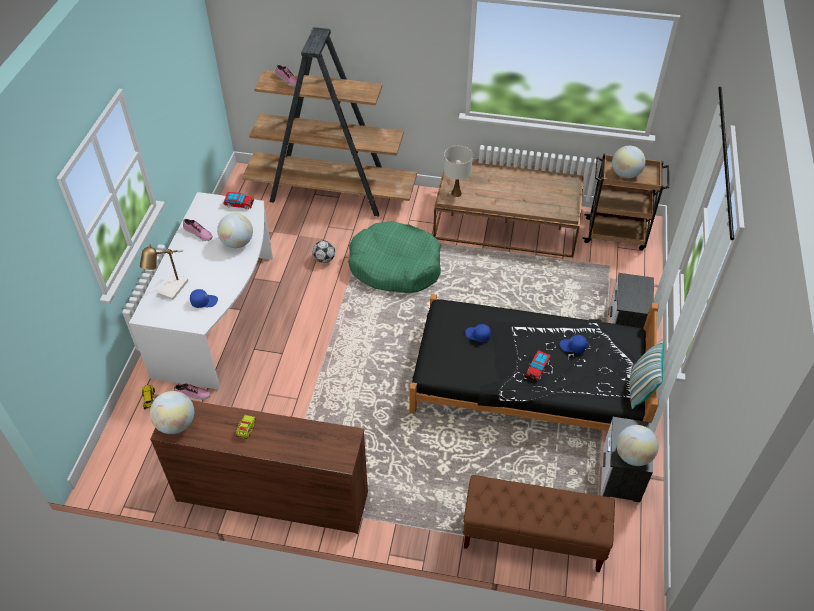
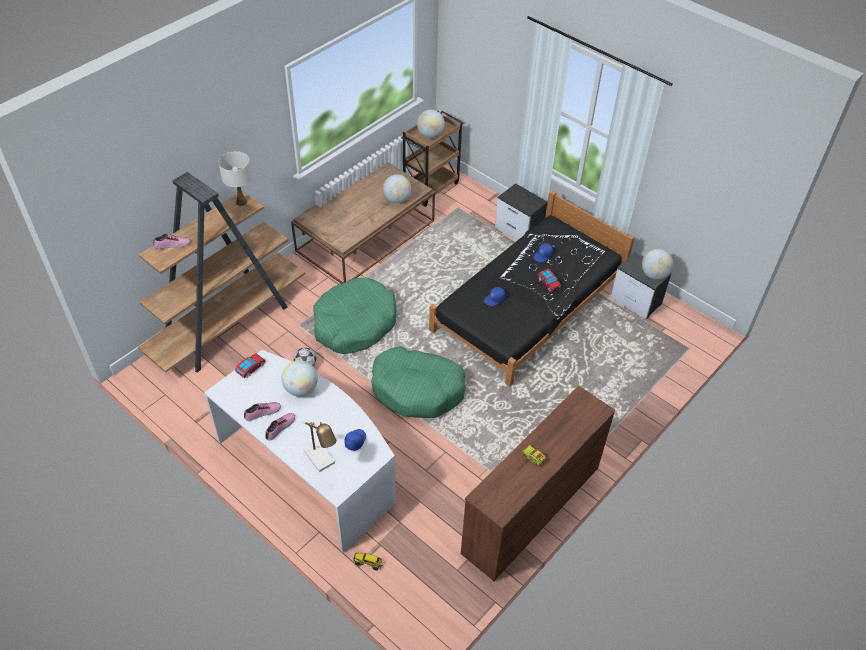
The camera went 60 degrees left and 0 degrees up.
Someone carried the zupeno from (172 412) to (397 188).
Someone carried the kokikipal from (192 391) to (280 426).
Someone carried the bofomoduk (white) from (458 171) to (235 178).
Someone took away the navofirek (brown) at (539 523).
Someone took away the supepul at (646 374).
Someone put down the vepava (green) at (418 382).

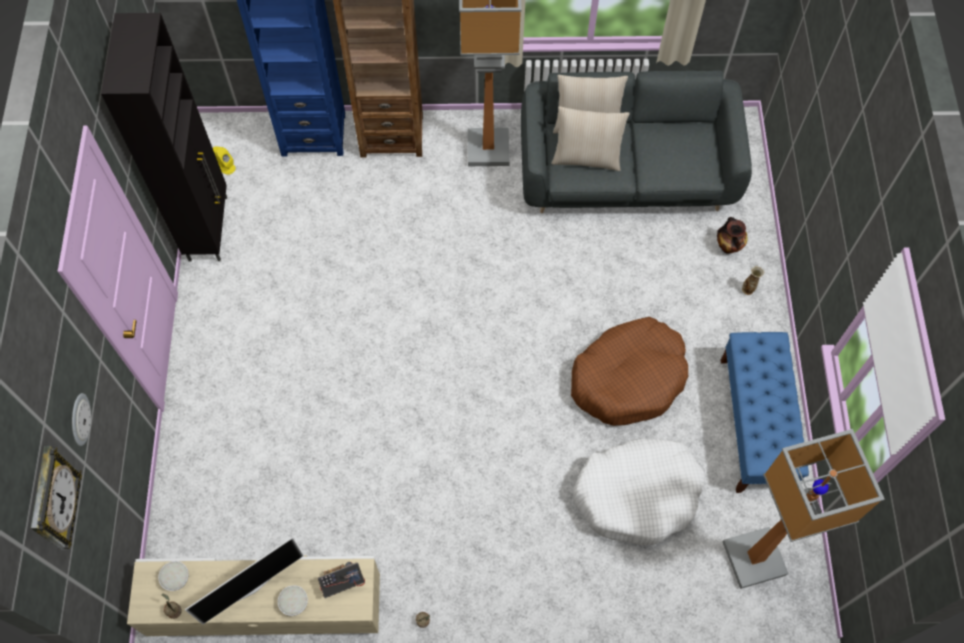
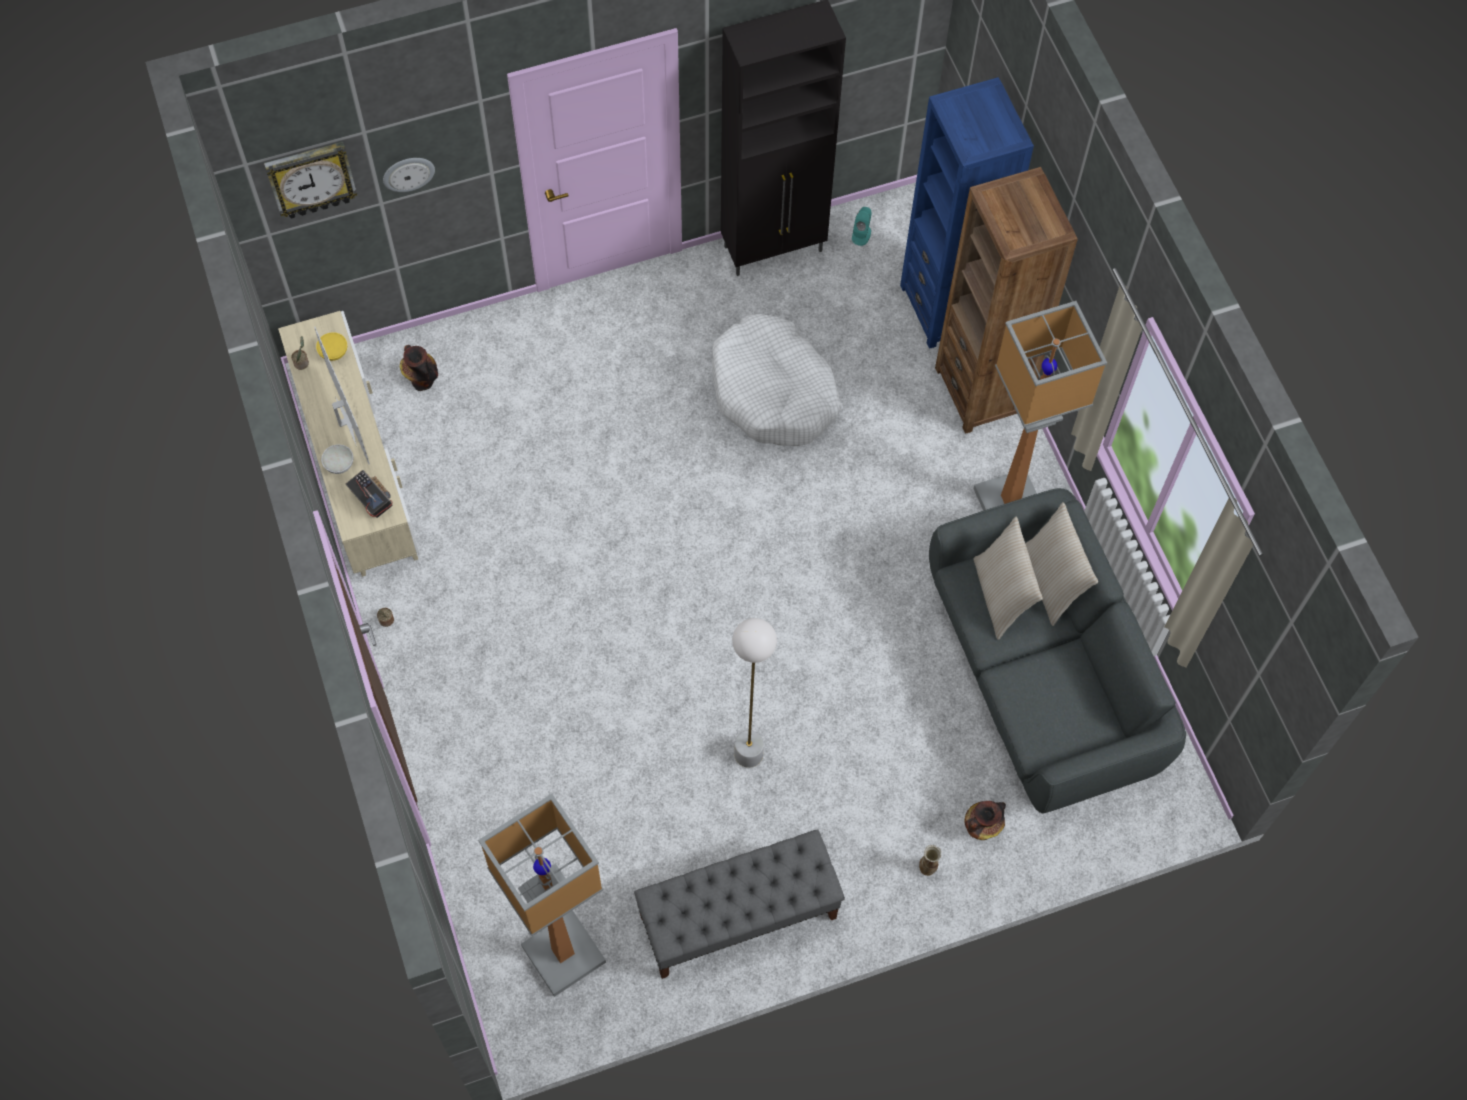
The camera went 70 degrees right and 0 degrees up.
Someone repainted the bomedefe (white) at (173 576), which became the bomedefe (yellow) at (331 346).
Someone rotated the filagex at (244 581) by 150 degrees counterclockwise.
Someone repainted the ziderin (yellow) at (224 160), which became the ziderin (turquoise) at (861 226).
Someone swapped the vepava (brown) at (629 371) for the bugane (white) at (754 693).
Someone carried the vepava (white) from (639 492) to (776 380).
Someone repainted the navofirek (blue) at (765 412), which became the navofirek (grey) at (739 904).
Someone put down the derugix at (419 368).

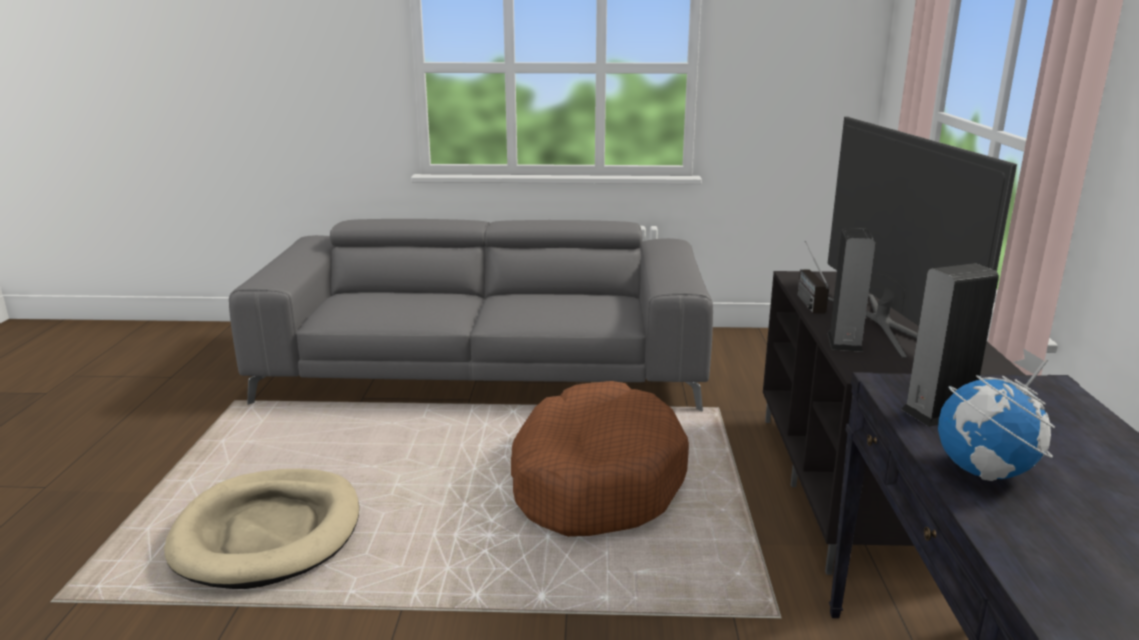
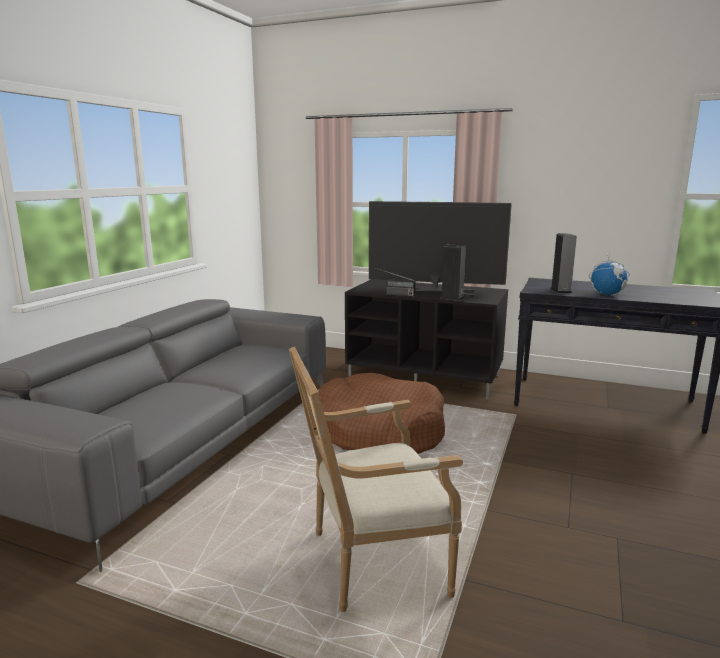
The camera went 70 degrees left and 5 degrees down.
Someone swapped the vepava (beige) at (261 529) for the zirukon at (376 479).

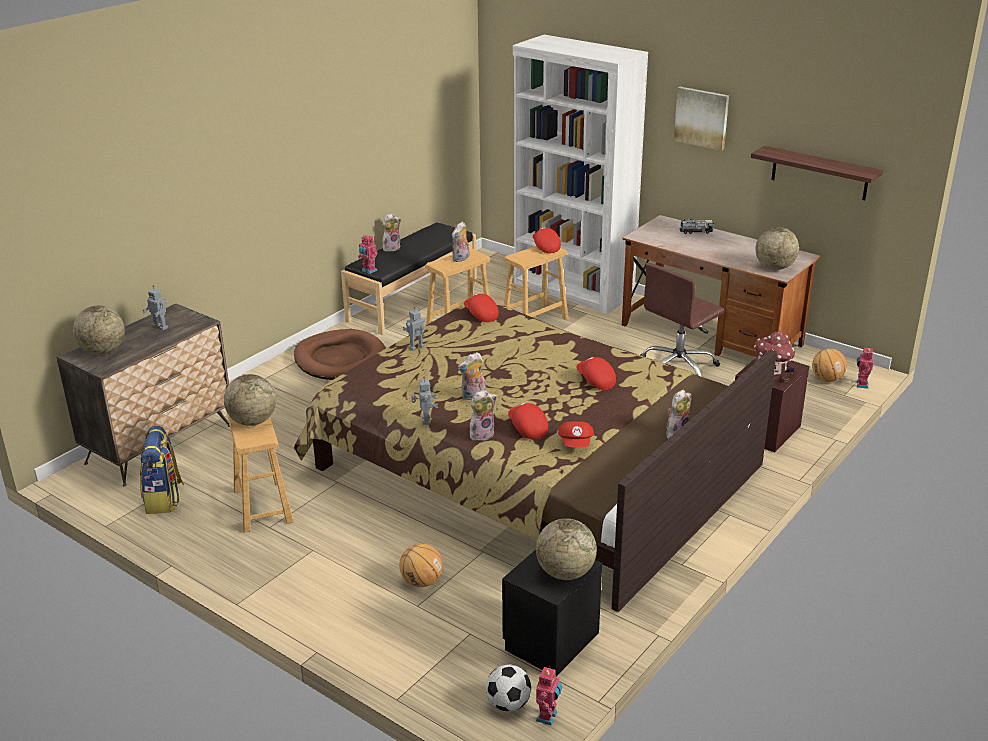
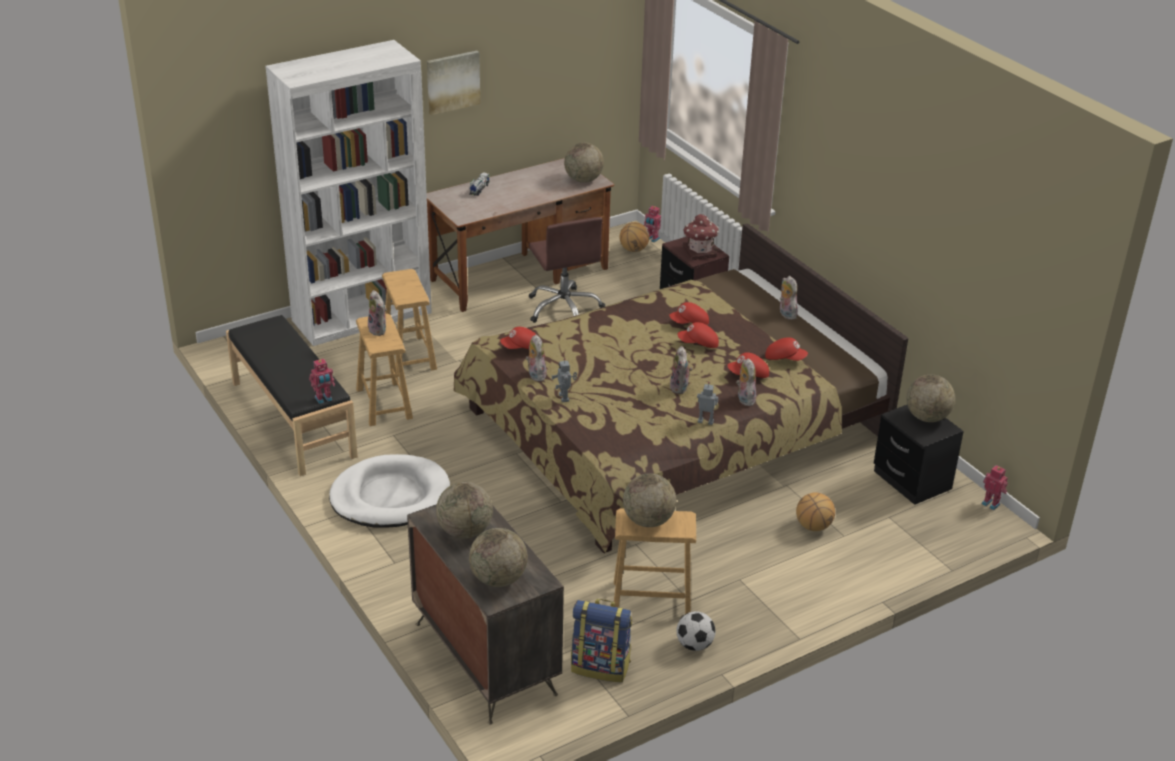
The camera went 70 degrees left and 5 degrees up.
Someone swapped the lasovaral at (155 307) for the zupeno at (464 510).
Someone repainted the vepava (brown) at (340 354), which became the vepava (white) at (389 491).
Someone carried the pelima from (391 232) to (536 358).
Someone carried the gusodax from (508 688) to (695 631).
Someone carried the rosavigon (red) from (547 240) to (698 335).
Someone took away the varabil at (817 173).

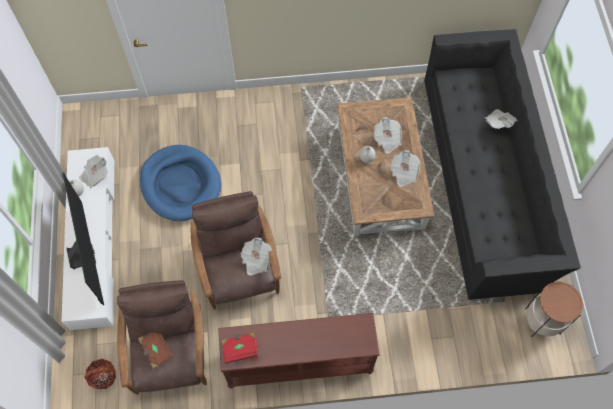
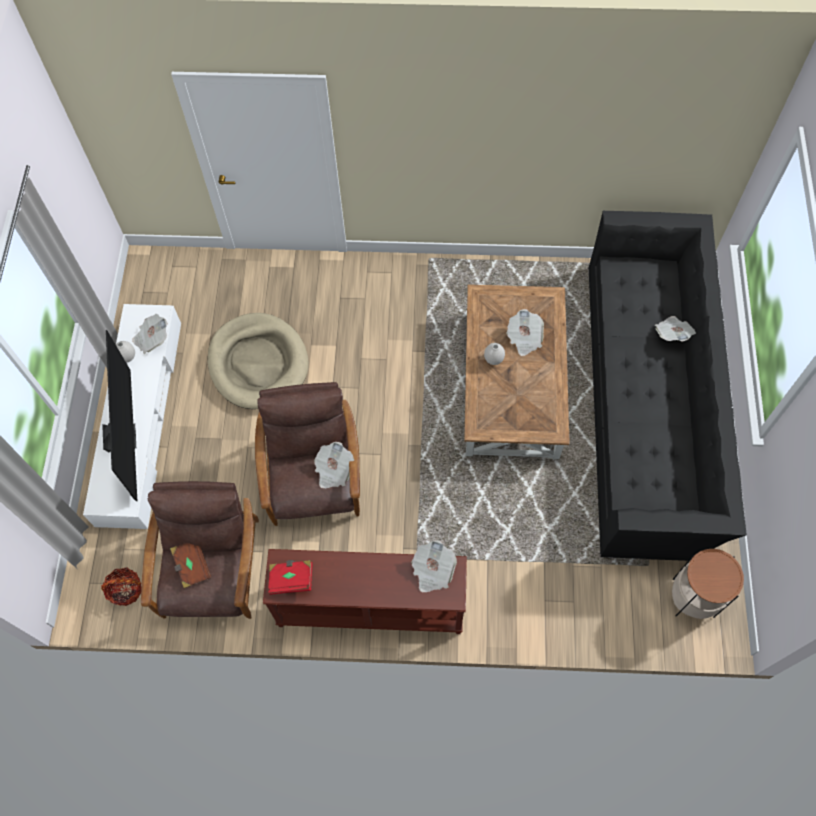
The camera went 10 degrees right and 0 degrees up.
Someone repainted the vepava (blue) at (180 183), which became the vepava (beige) at (258 361).
Someone carried the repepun from (405 168) to (434 566).

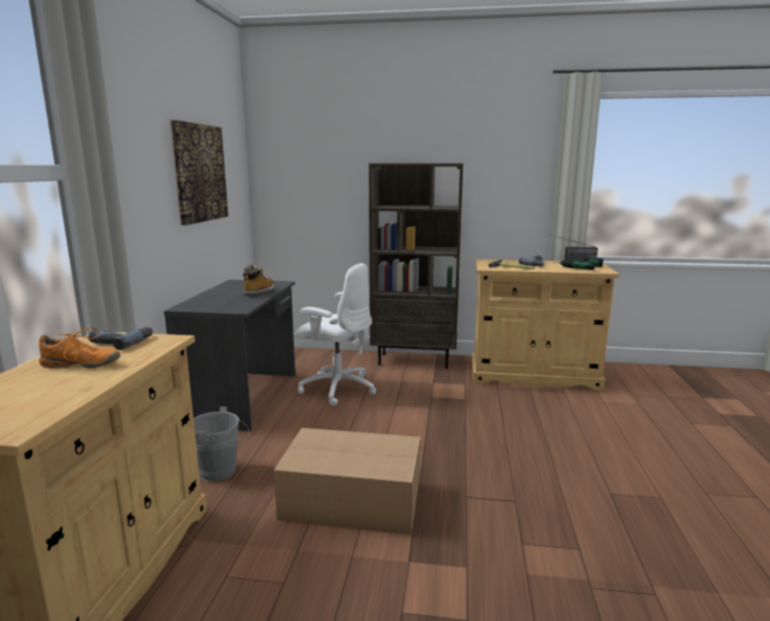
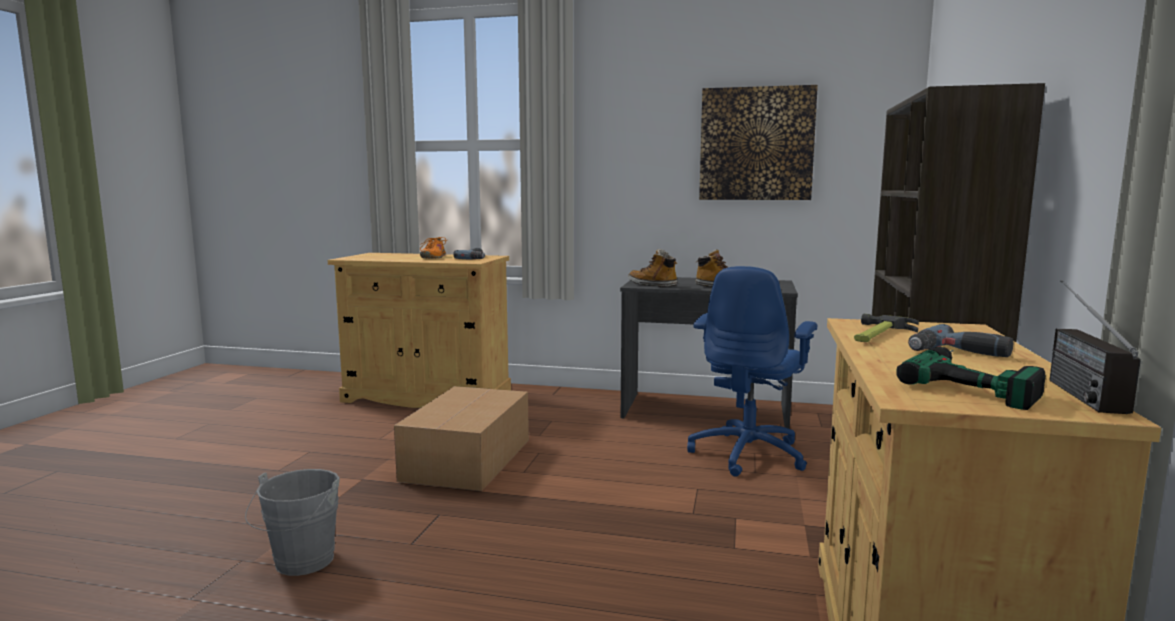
The camera went 95 degrees right and 5 degrees down.
Someone carried the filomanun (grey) from (221 444) to (292 522).
Someone repainted the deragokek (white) at (336 334), which became the deragokek (blue) at (752 371).
Someone put down the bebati at (652 268).

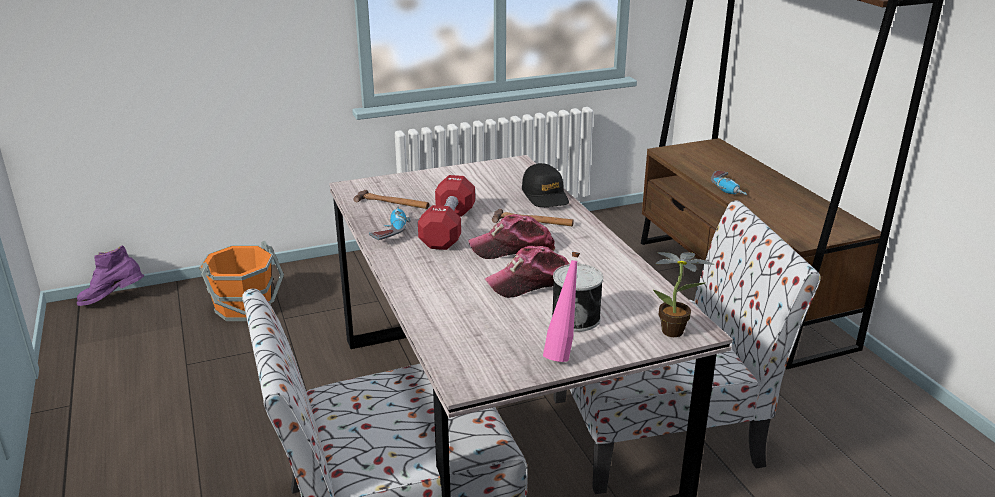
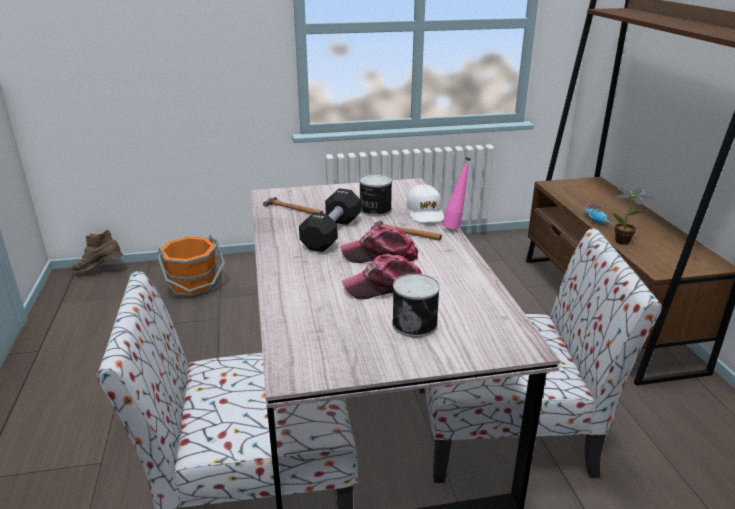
The camera went 10 degrees right and 0 degrees up.
Someone repainted the bebati (purple) at (110 275), which became the bebati (brown) at (97 252).
Someone took away the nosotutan at (389 223).
Someone repainted the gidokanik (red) at (446 212), which became the gidokanik (black) at (330 220).
Someone repainted the rosavigon (black) at (545 185), which became the rosavigon (white) at (425 203).
Someone carried the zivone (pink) from (561 307) to (456 193).
Someone carried the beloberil from (684 294) to (634 216).
Someone put down the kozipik at (375 195).

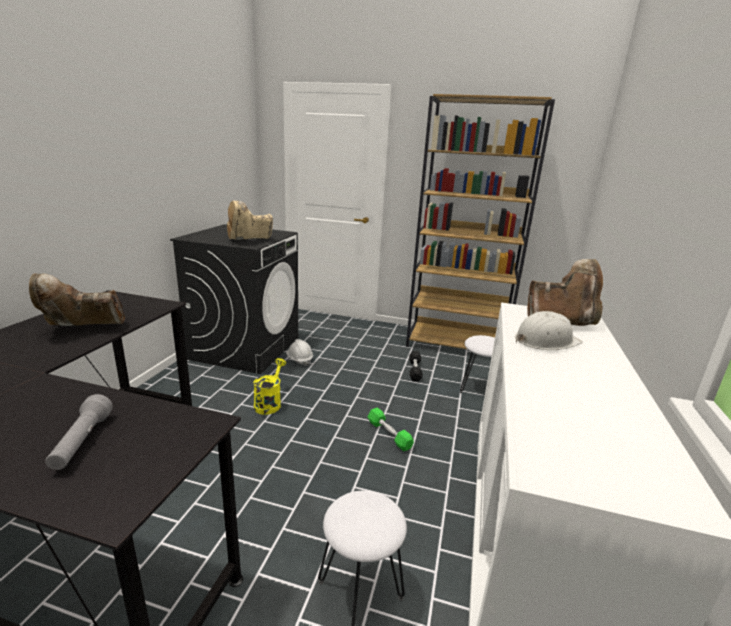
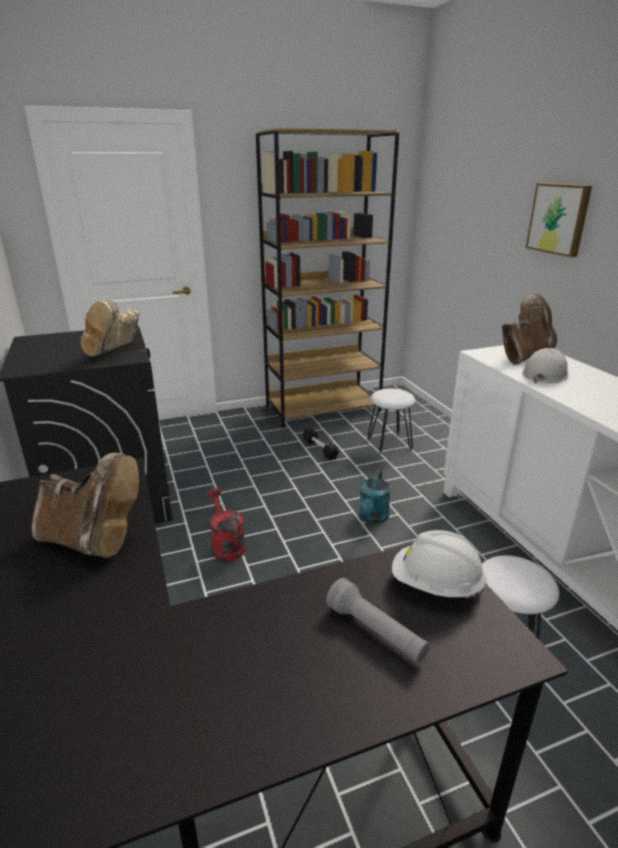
The camera went 35 degrees left and 5 degrees up.
Someone rotated the bebati (brown) at (77 299) by 105 degrees counterclockwise.
Someone repainted the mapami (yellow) at (269 386), which became the mapami (red) at (226 524).
Someone carried the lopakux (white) from (299 352) to (439 564).
Someone swapped the gidokanik (green) at (391 429) for the mapami (turquoise) at (375 497).
Someone put up the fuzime at (559 220).

